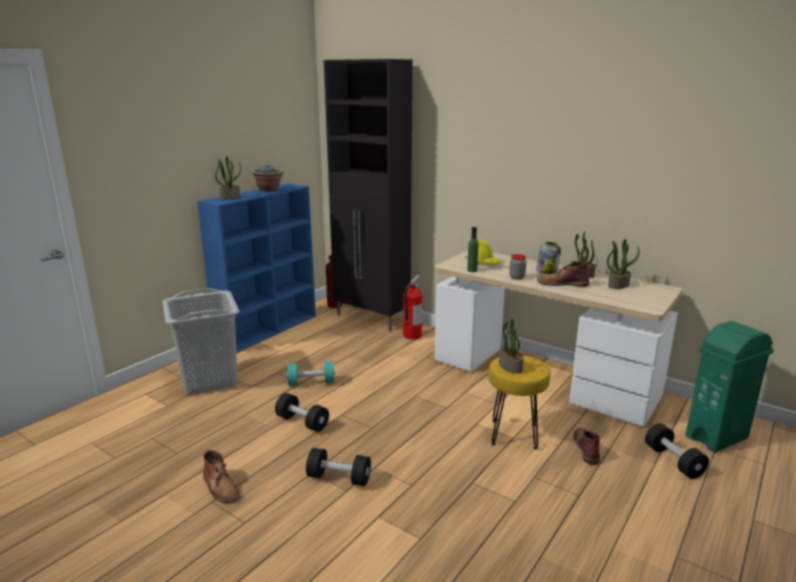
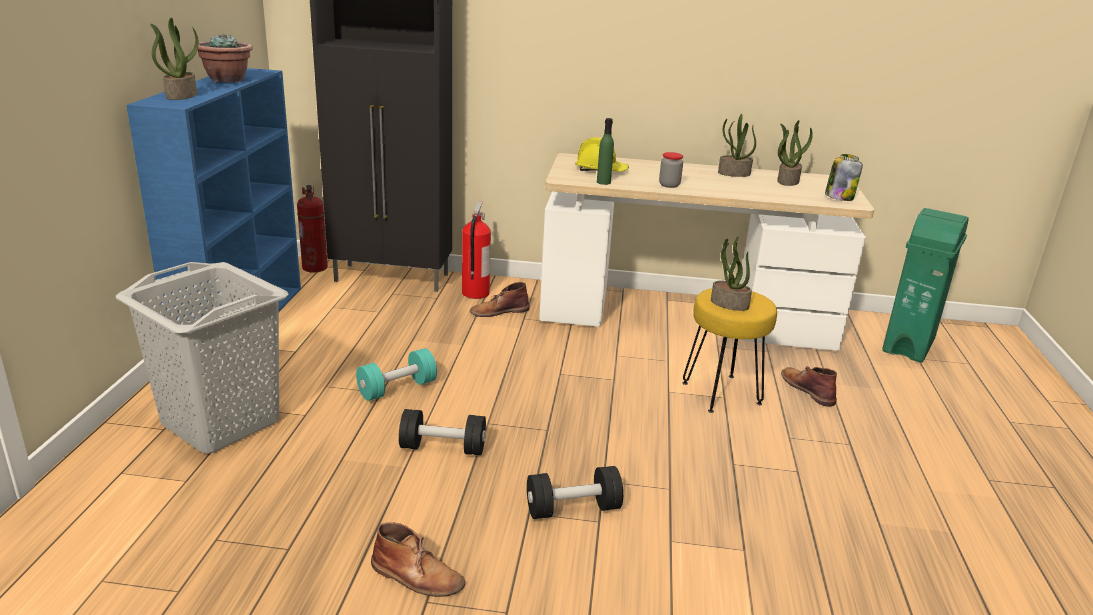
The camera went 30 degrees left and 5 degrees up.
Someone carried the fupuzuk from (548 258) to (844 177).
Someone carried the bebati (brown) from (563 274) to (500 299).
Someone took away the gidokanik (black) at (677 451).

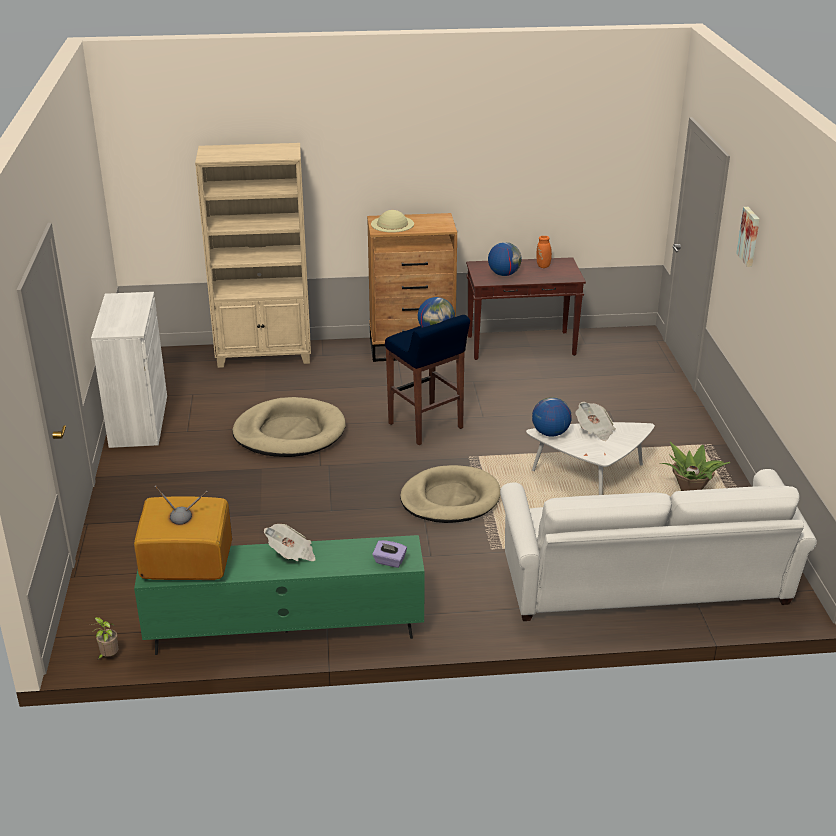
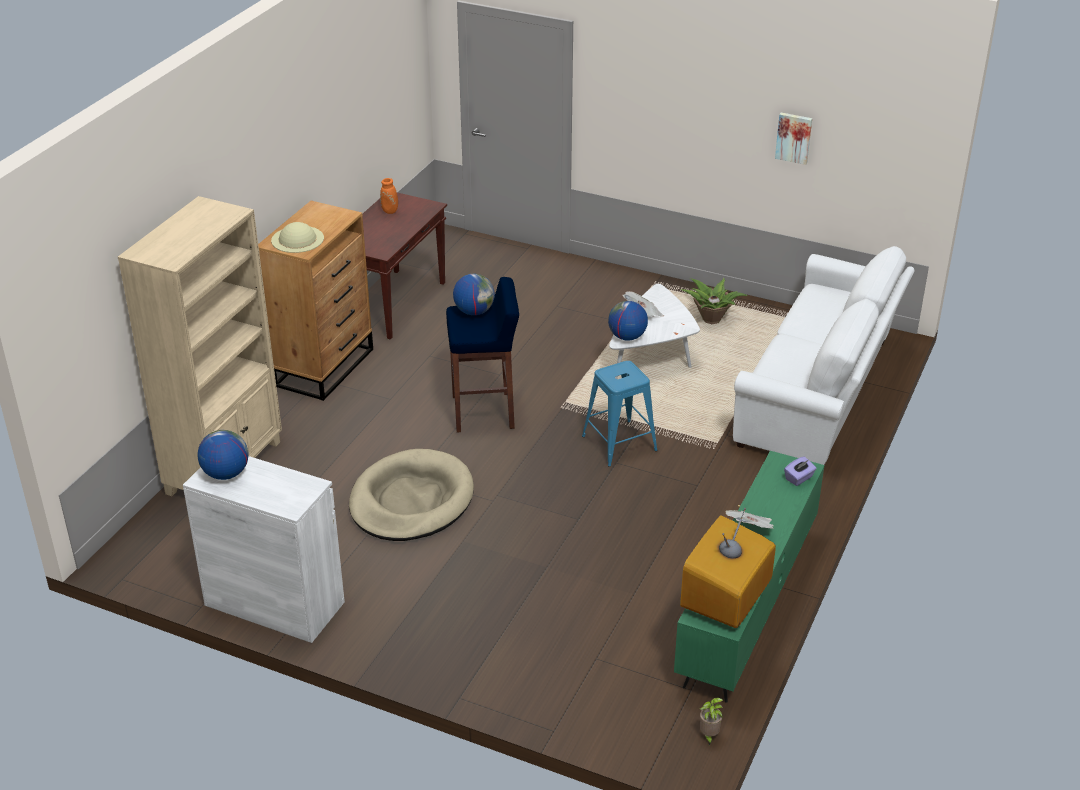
The camera went 60 degrees left and 5 degrees up.
Someone swapped the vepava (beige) at (450 494) for the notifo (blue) at (619 414).
Someone carried the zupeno from (505 259) to (223 455).
Someone carried the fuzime from (748 237) to (793 139).

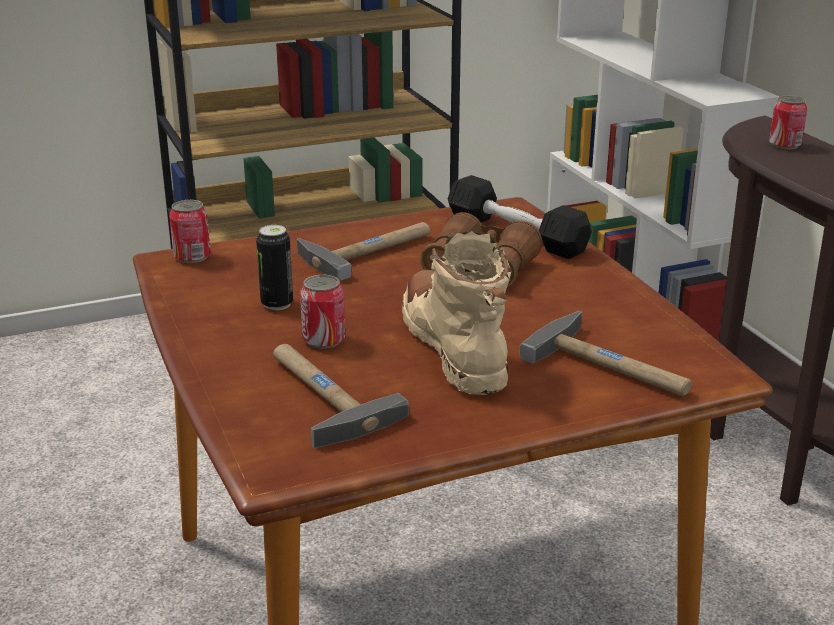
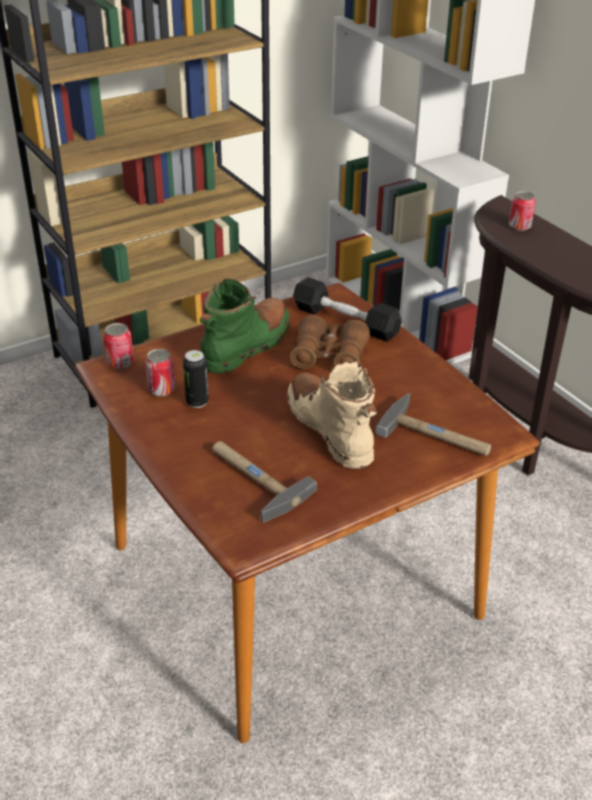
The camera went 10 degrees left and 10 degrees up.
Someone swapped the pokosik at (364 251) for the bebati (green) at (245 326).
Someone carried the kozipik from (322 312) to (160 373).

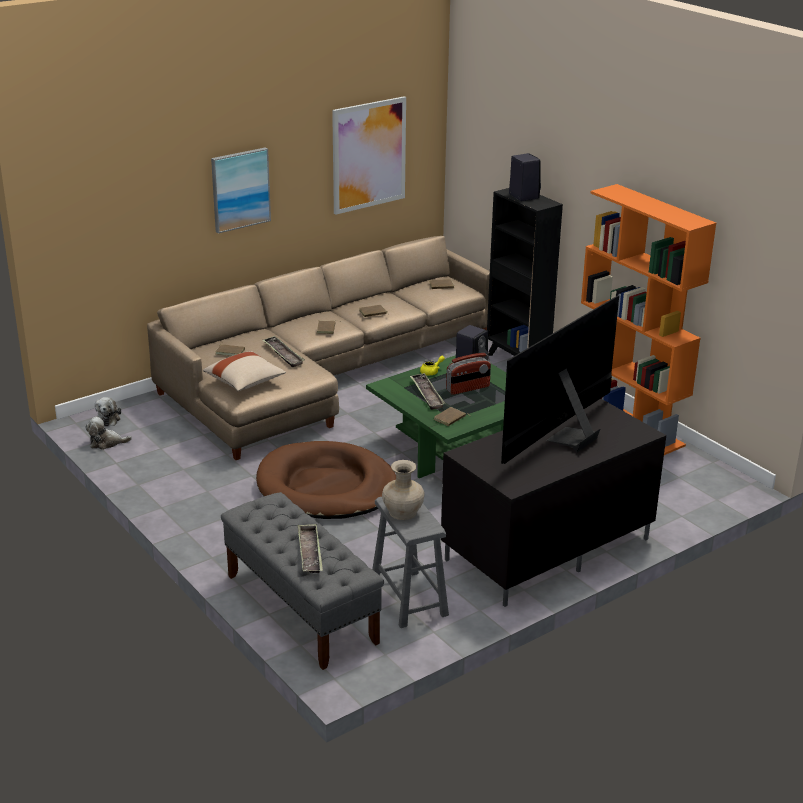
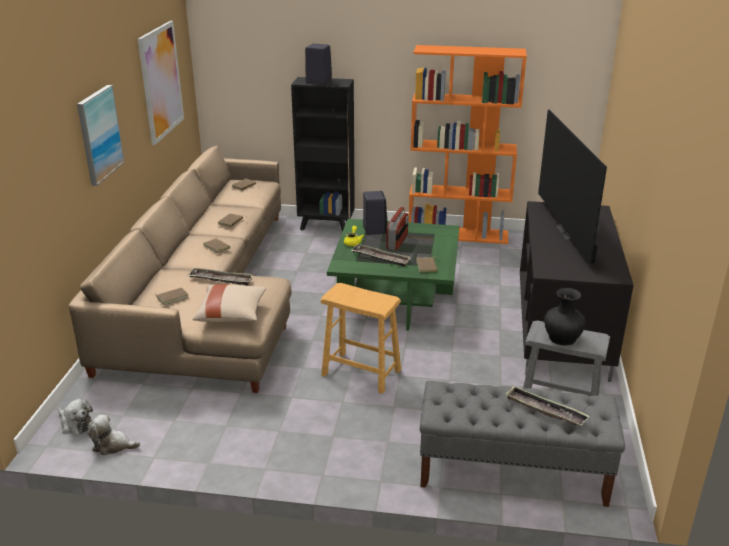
The camera went 45 degrees left and 0 degrees up.
Someone rotated the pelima at (109 433) by 60 degrees clockwise.
Someone swapped the vepava (brown) at (326 480) for the notifo (brown) at (361 338).
Someone repainted the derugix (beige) at (403 490), which became the derugix (black) at (565 317).

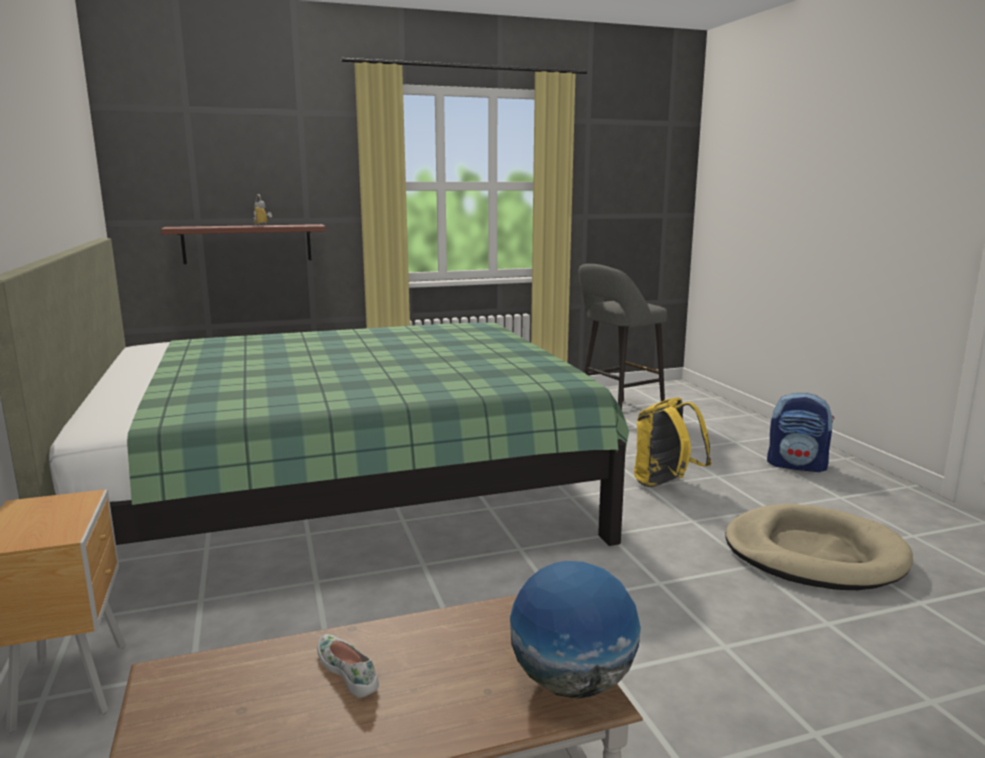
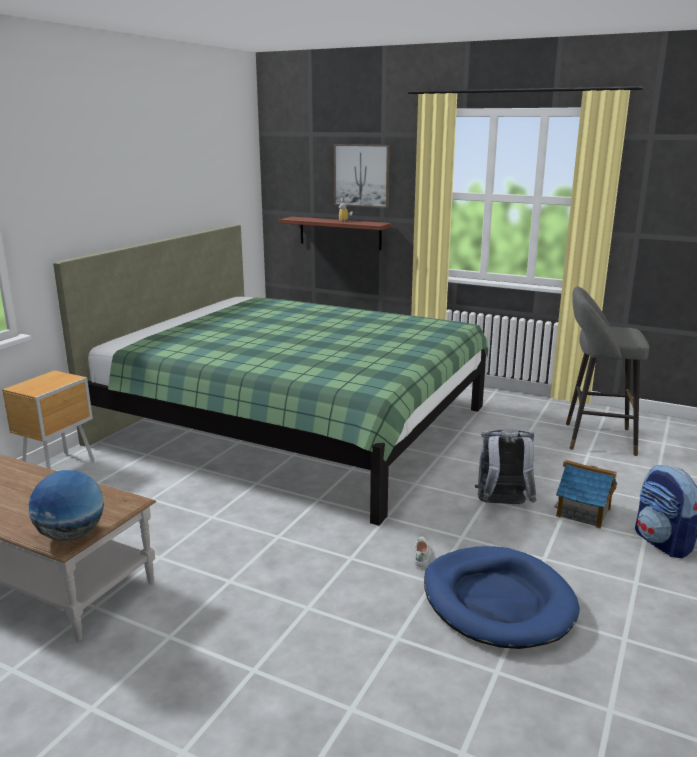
The camera went 45 degrees right and 5 degrees up.
Someone carried the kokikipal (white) from (348 666) to (422 552).
Someone repainted the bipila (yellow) at (673 442), which became the bipila (grey) at (505 467).
Someone repainted the vepava (beige) at (819 547), which became the vepava (blue) at (502 597).
Someone put up the fuzime at (362 176).
Someone put down the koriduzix at (585 494).

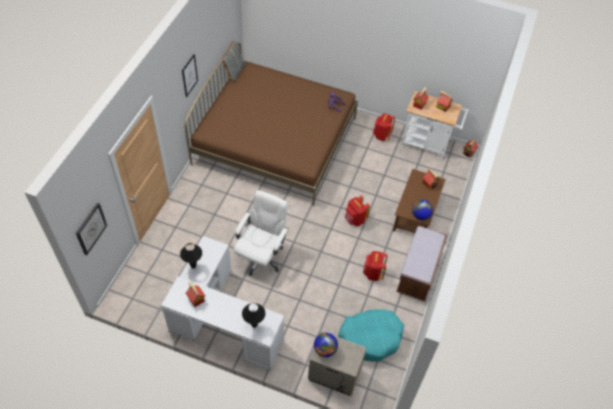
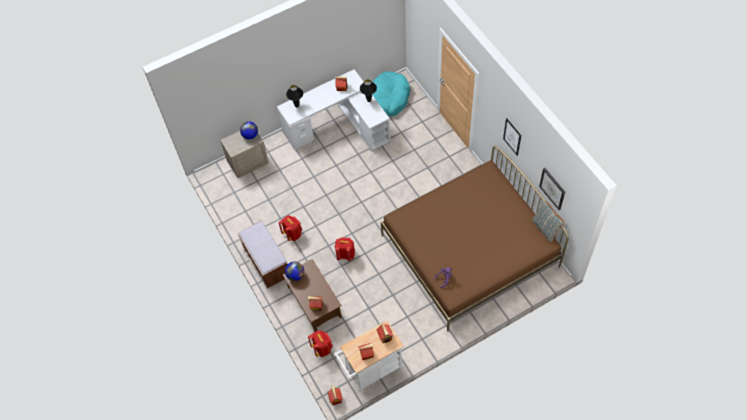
The camera went 135 degrees right and 5 degrees up.
Someone carried the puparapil from (91 228) to (552 189).
Someone took away the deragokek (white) at (261 233).
Someone carried the vepava (turquoise) from (371 336) to (390 93).
Someone carried the bipila (red) from (384 127) to (320 343).

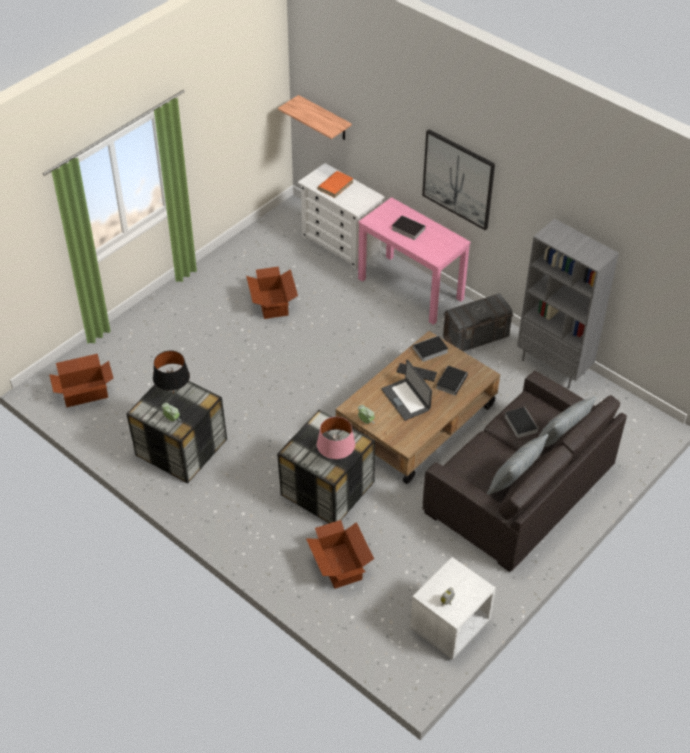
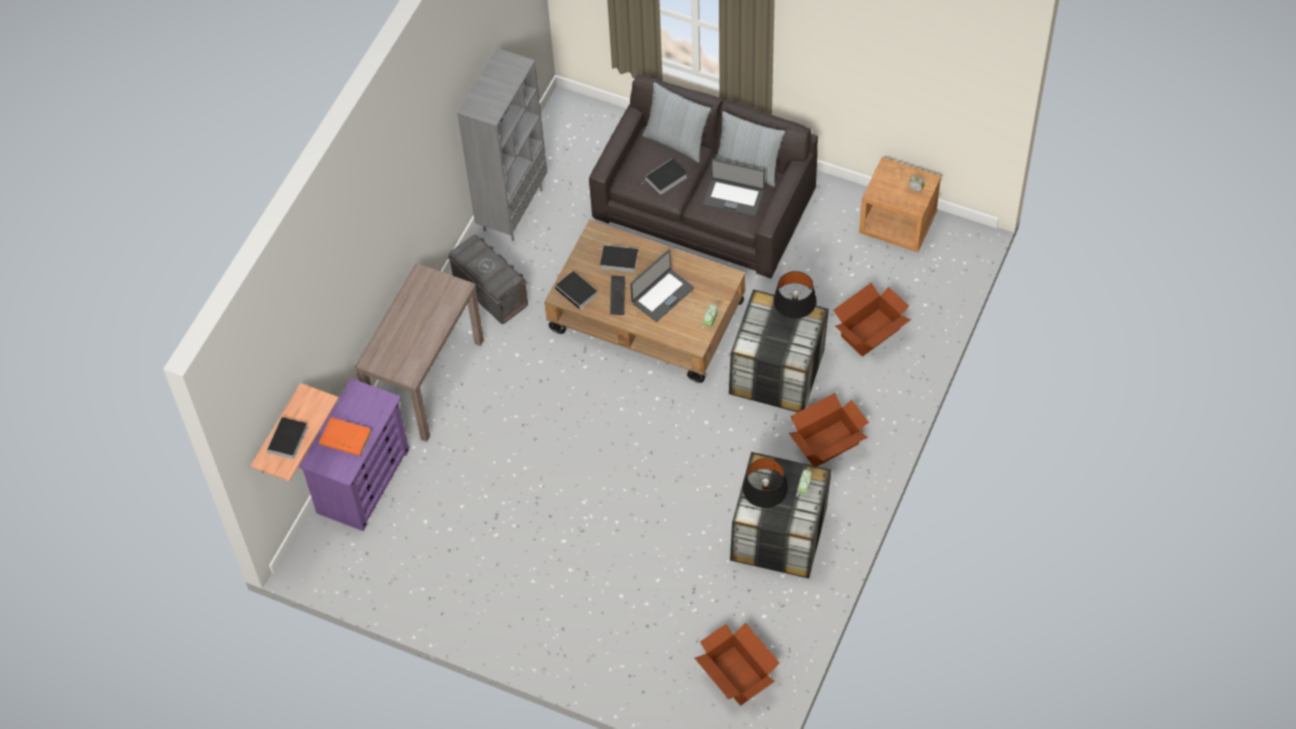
The camera went 105 degrees left and 10 degrees up.
Someone carried the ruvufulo from (272 292) to (829 429).
Someone repainted the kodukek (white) at (341 216), which became the kodukek (purple) at (354 454).
Someone repainted the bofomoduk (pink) at (336 438), which became the bofomoduk (black) at (795 295).
Someone repainted the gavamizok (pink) at (414 261), which became the gavamizok (brown) at (419 352).
Someone carried the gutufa from (408 227) to (287 438).
Someone repainted the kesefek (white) at (453 608), which became the kesefek (brown) at (900 204).
Someone took away the fuzime at (458 179).
Someone put down the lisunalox at (734 188).

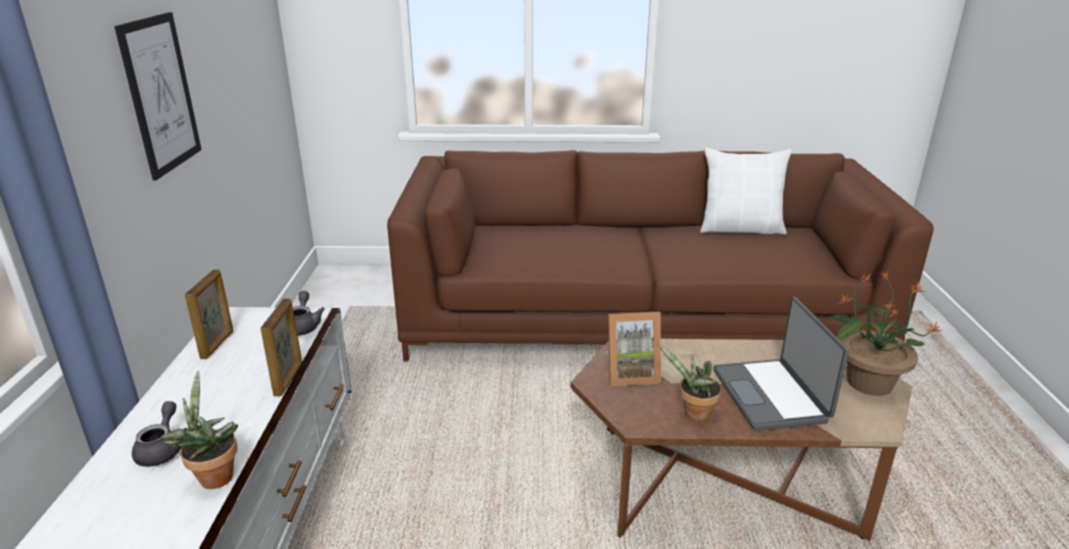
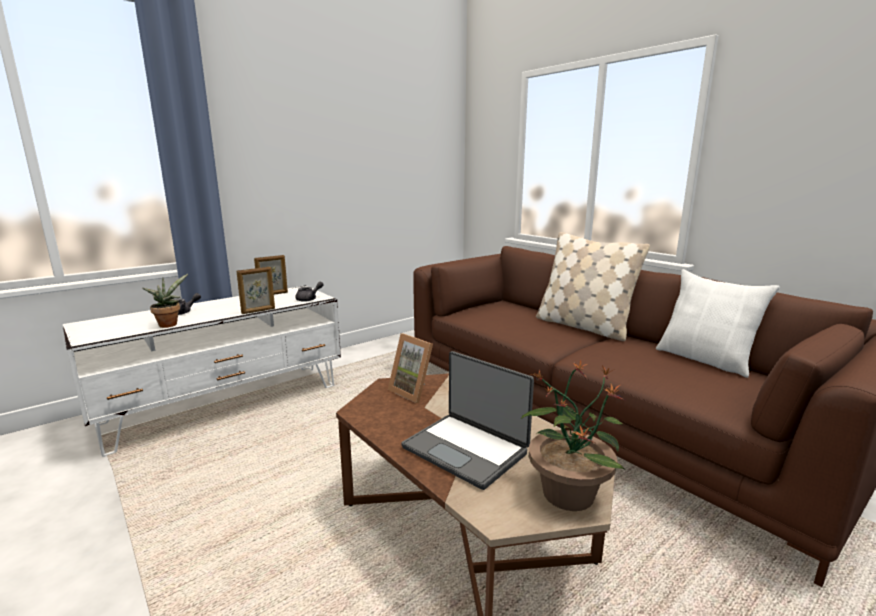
The camera went 50 degrees right and 10 degrees down.
Someone took away the fuzime at (158 96).
Someone took away the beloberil at (689 382).
Someone rotated the lisunalox at (781 364) by 90 degrees counterclockwise.
Someone put down the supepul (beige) at (593 286).

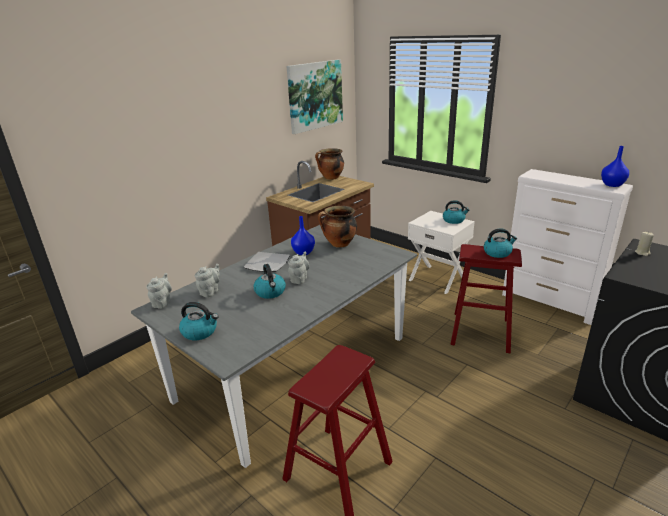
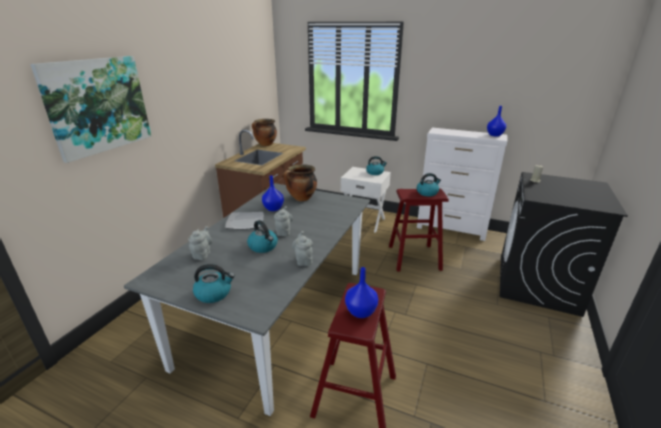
The camera went 20 degrees left and 0 degrees up.
Someone carried the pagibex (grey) from (159 291) to (302 248).
Someone carried the fuzime from (314 96) to (90 109).
Someone put down the derugix (blue) at (361 292).

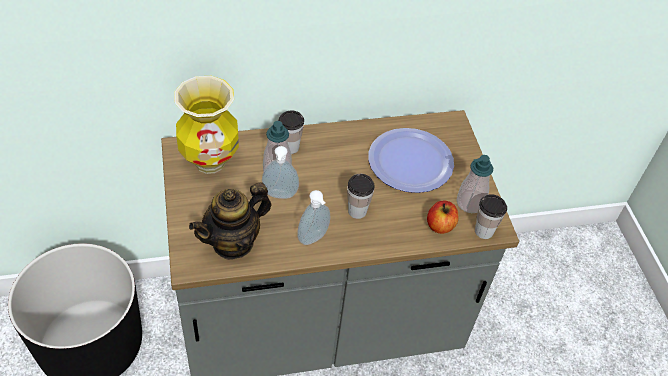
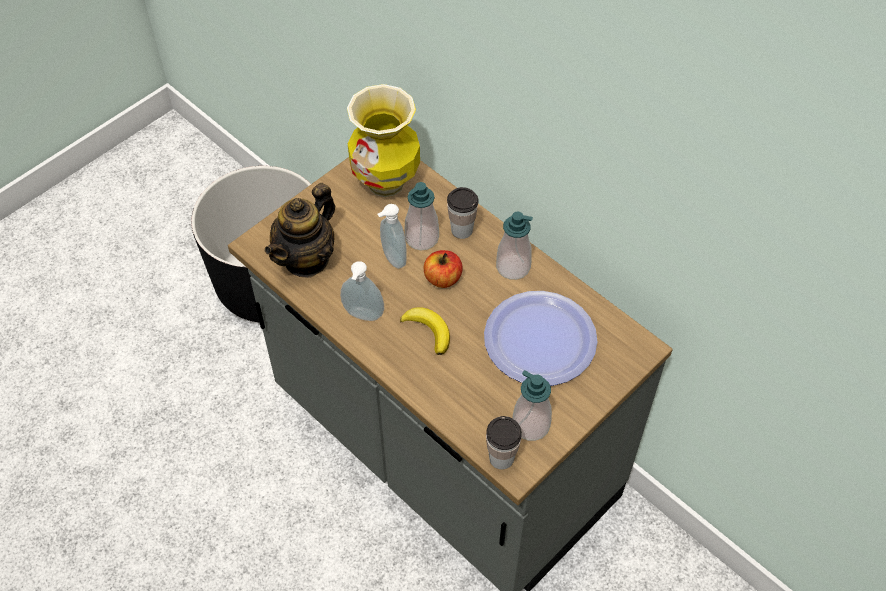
The camera went 60 degrees right and 5 degrees up.
Someone rotated the pagibex at (230 221) by 75 degrees counterclockwise.
Someone swapped the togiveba at (361 196) for the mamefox at (425 331).
Someone carried the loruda from (443 217) to (443 269).
Someone put down the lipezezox at (514 246).

